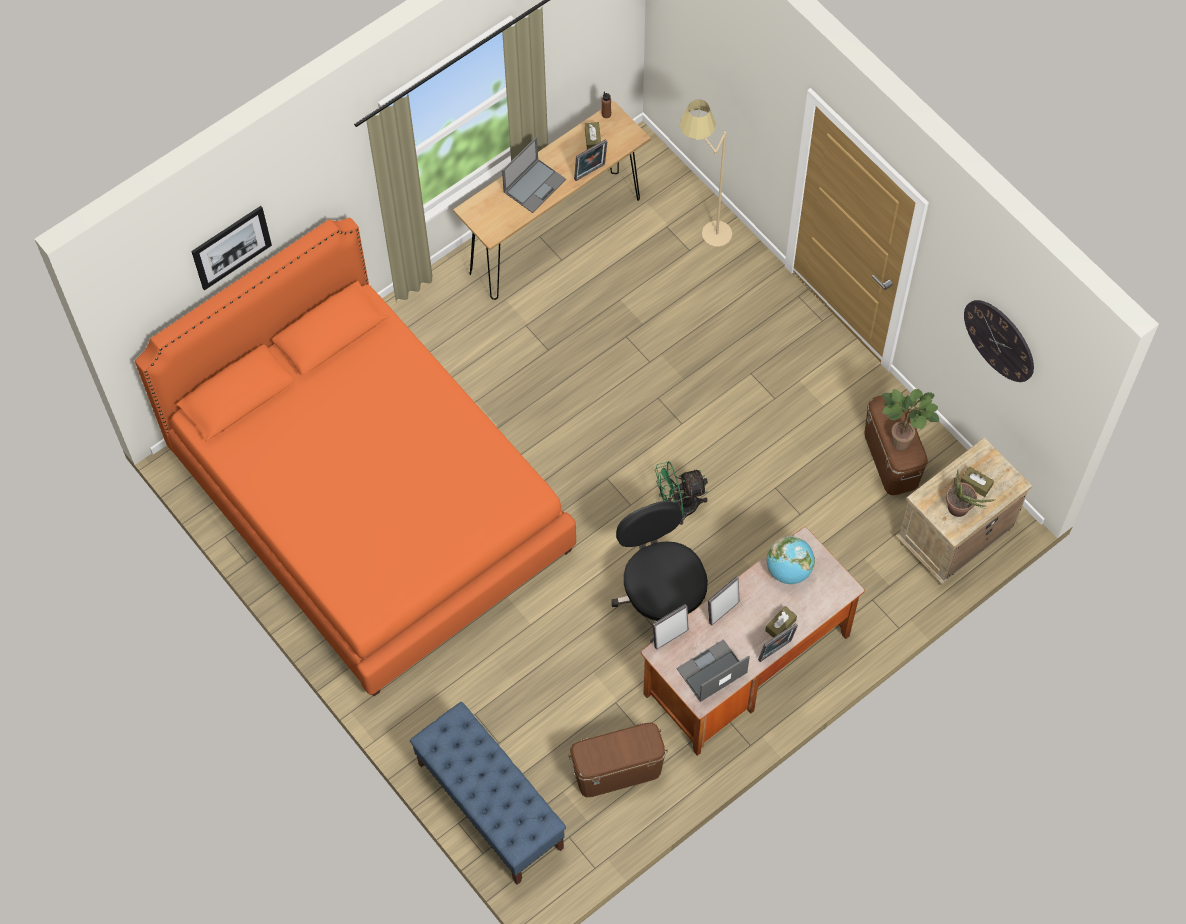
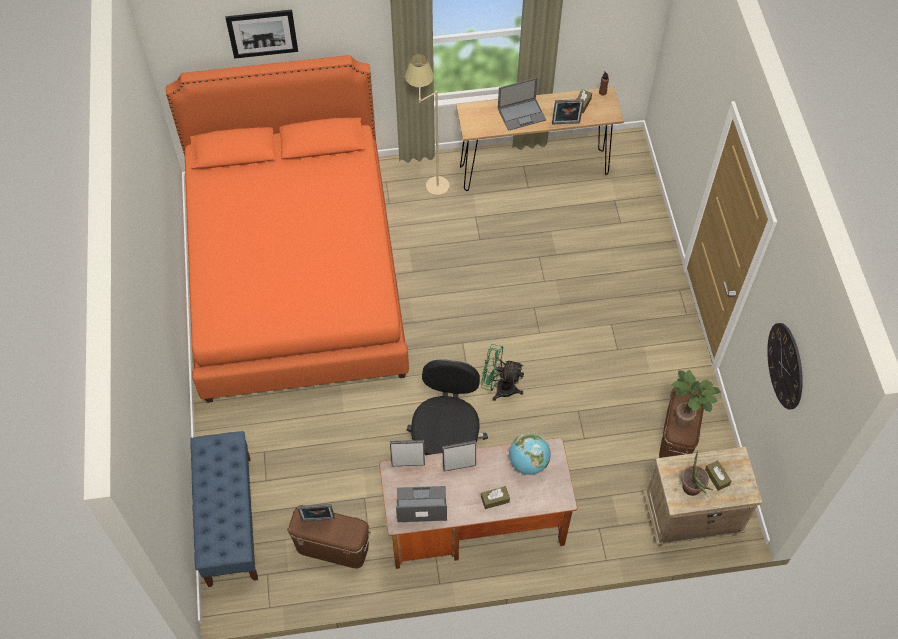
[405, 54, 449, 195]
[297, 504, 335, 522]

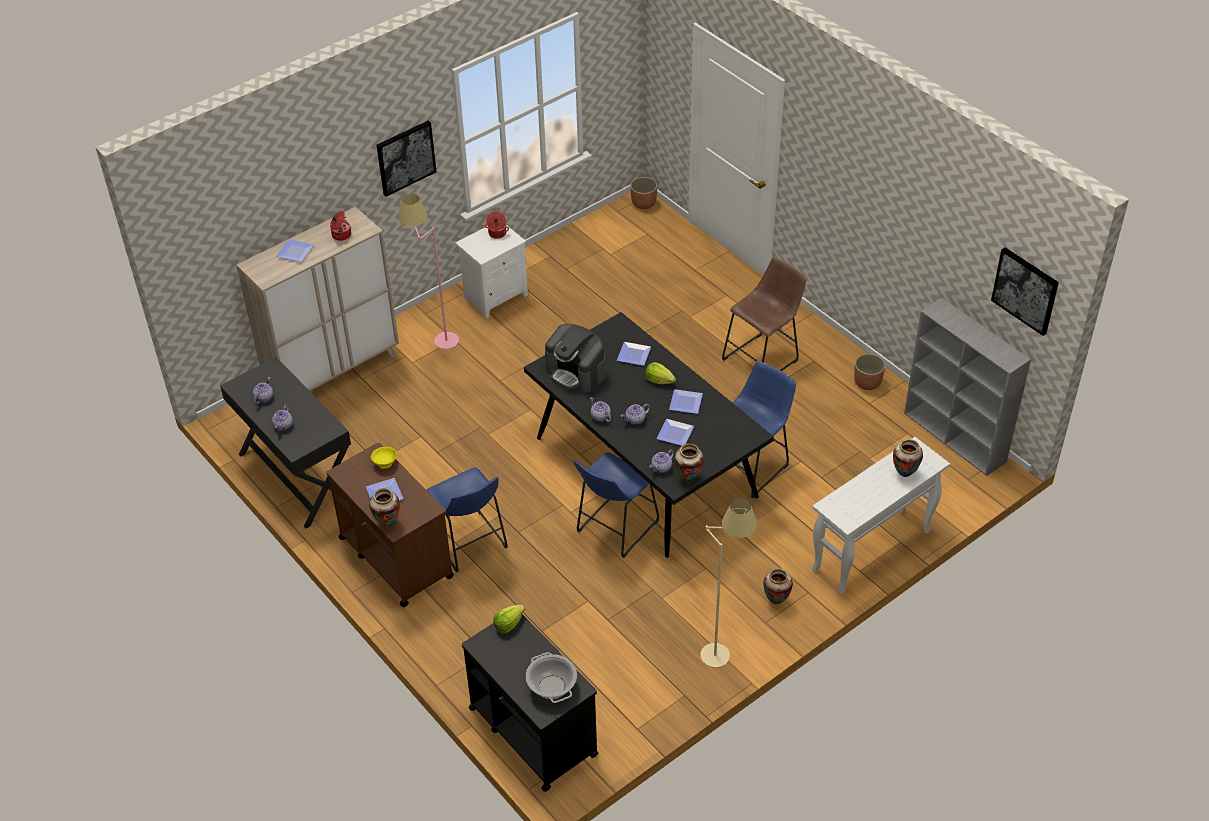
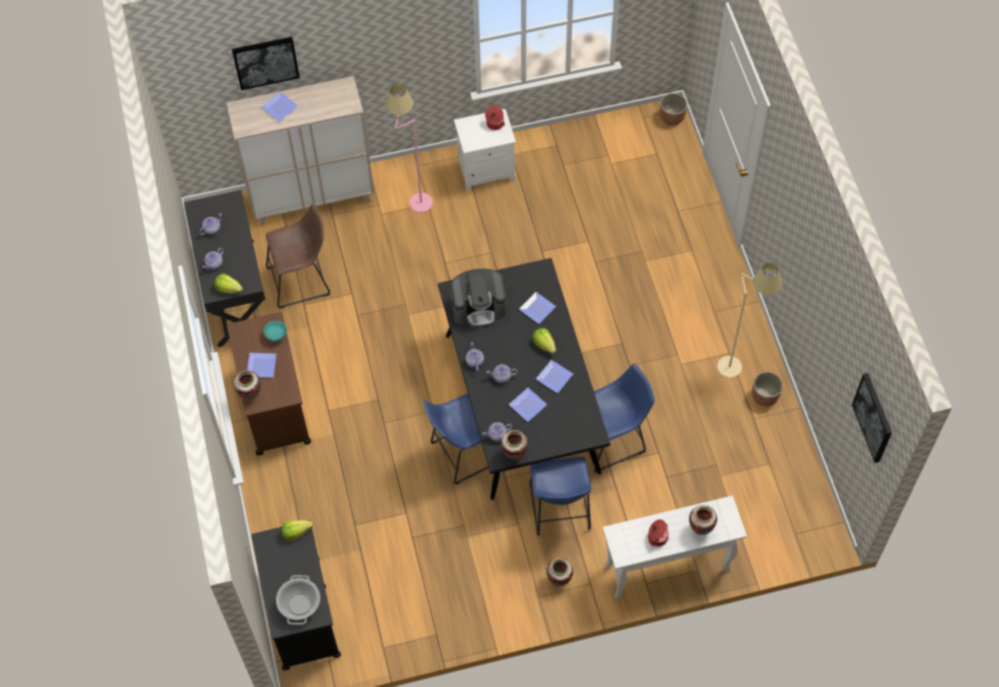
[648, 519, 669, 546]
[264, 321, 287, 341]
[232, 37, 300, 90]
[530, 457, 591, 536]
[450, 269, 507, 327]
[717, 263, 782, 378]
[266, 204, 330, 309]
[904, 298, 1031, 476] (first image)
[214, 273, 243, 293]

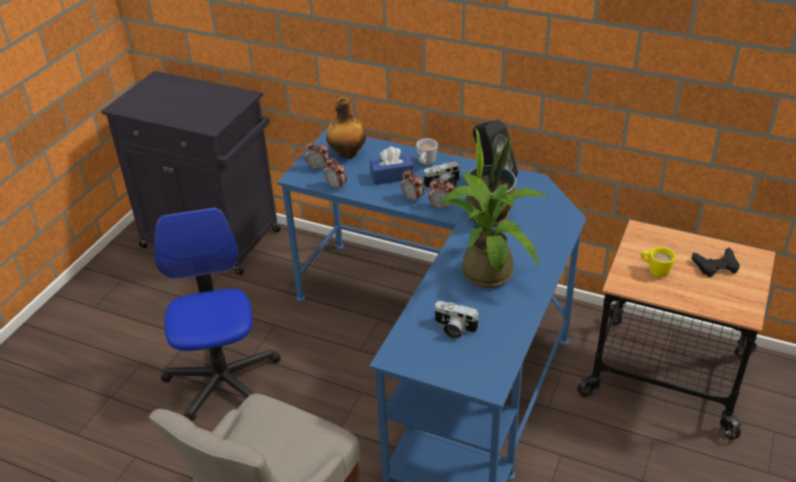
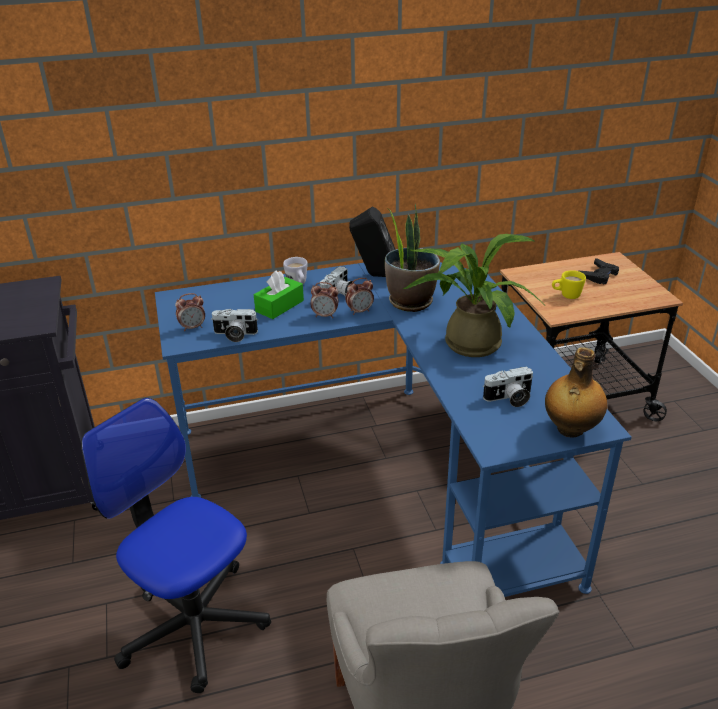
[211, 309, 258, 342]
[545, 347, 607, 438]
[254, 270, 304, 319]

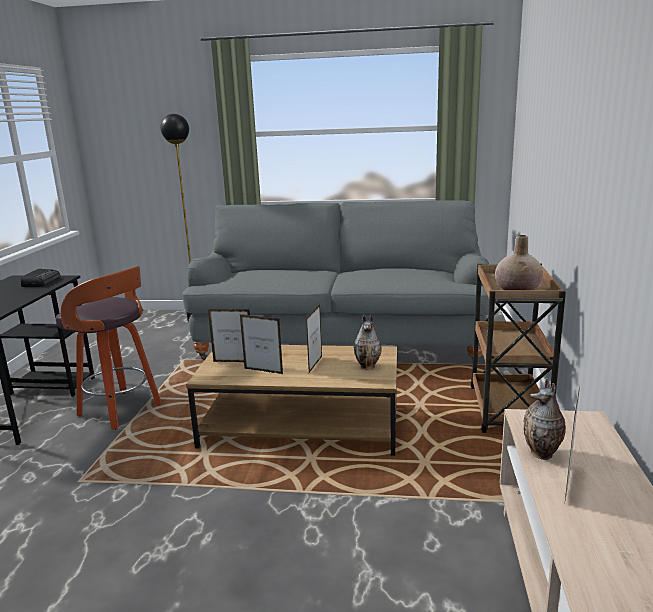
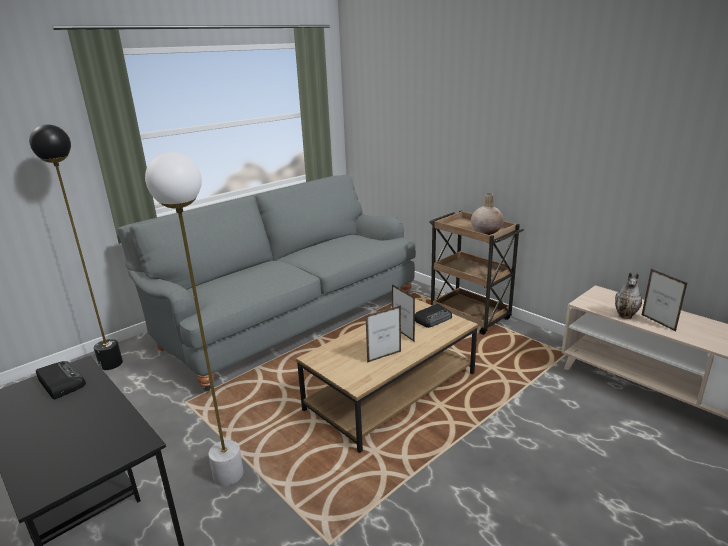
[145, 152, 244, 486]
[208, 309, 250, 362] (first image)
[415, 304, 452, 328]

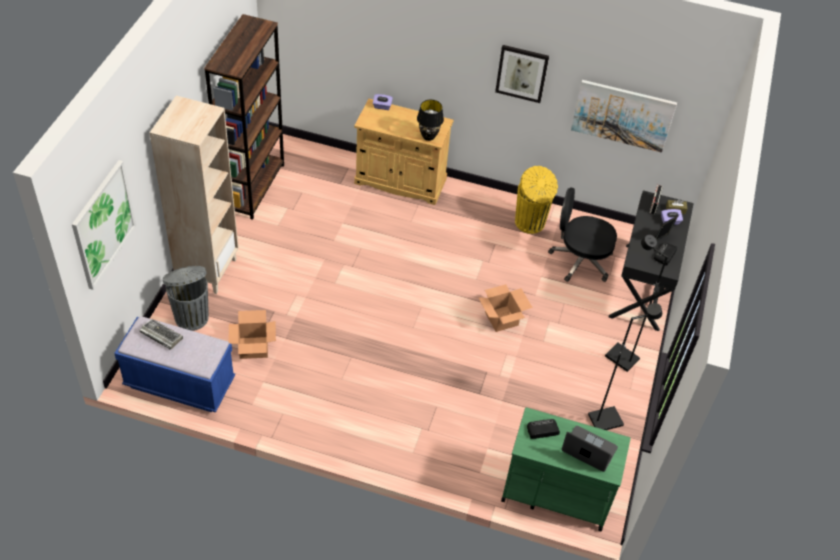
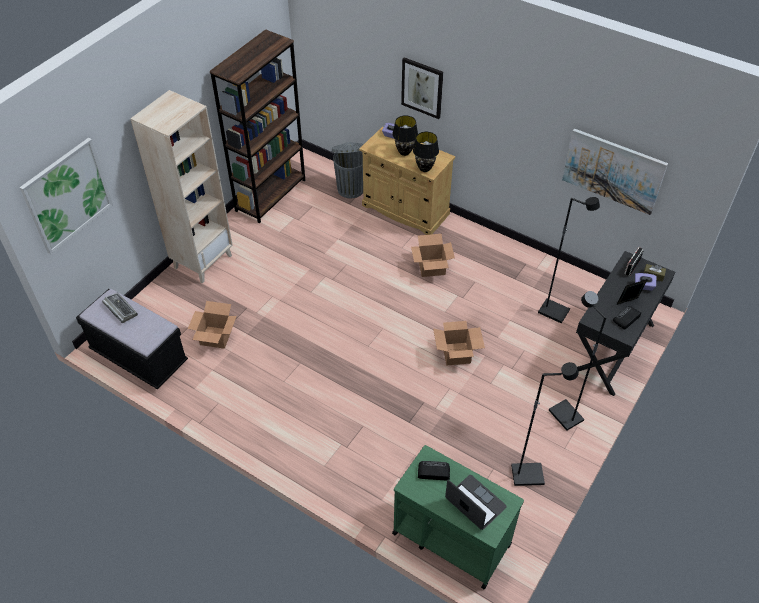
[76, 289, 188, 389]
[332, 142, 364, 198]
[401, 57, 443, 119]
[515, 166, 558, 234] (first image)
[538, 197, 600, 323]
[392, 115, 418, 156]
[411, 234, 455, 277]

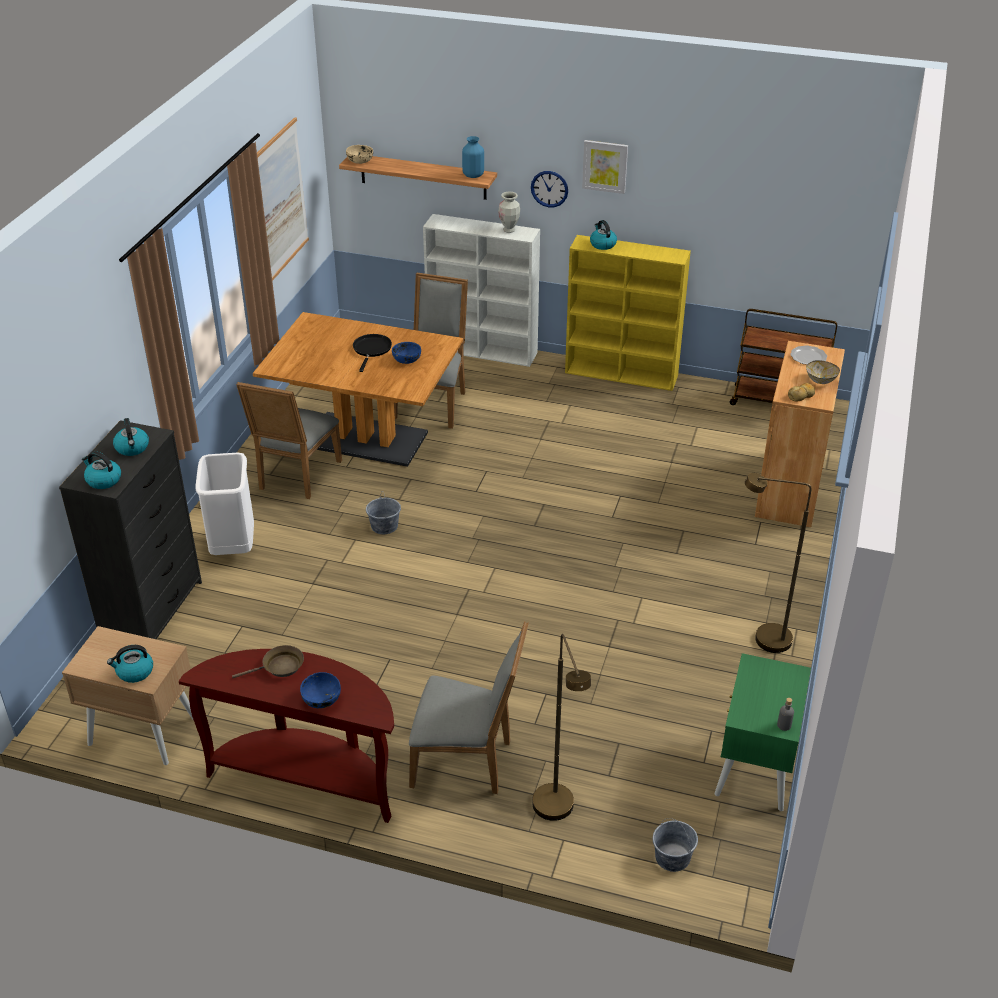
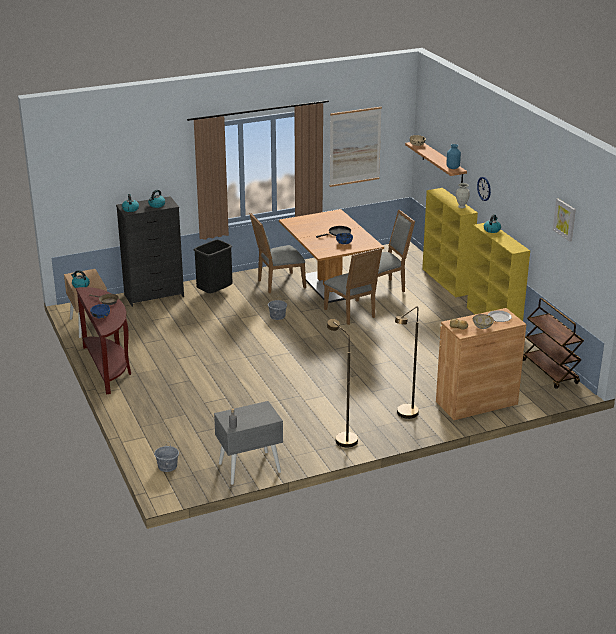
[194, 240, 233, 294]
[324, 248, 382, 325]
[422, 188, 478, 297]
[395, 306, 419, 419]
[553, 199, 576, 242]
[214, 401, 283, 485]

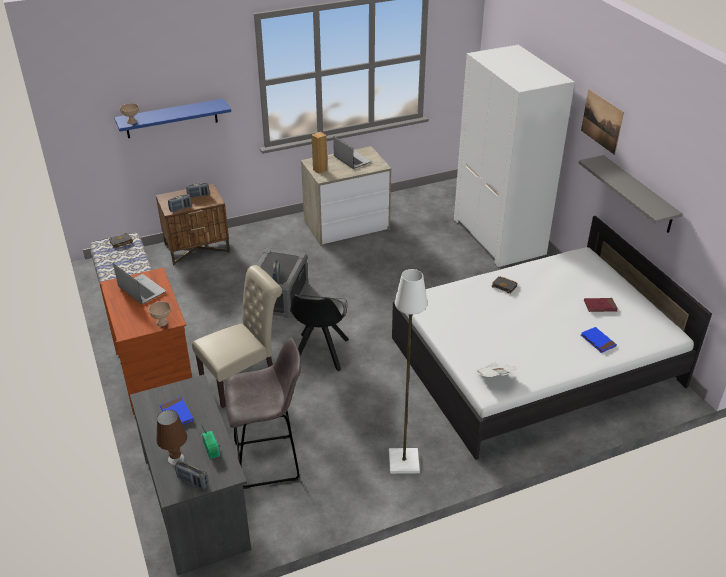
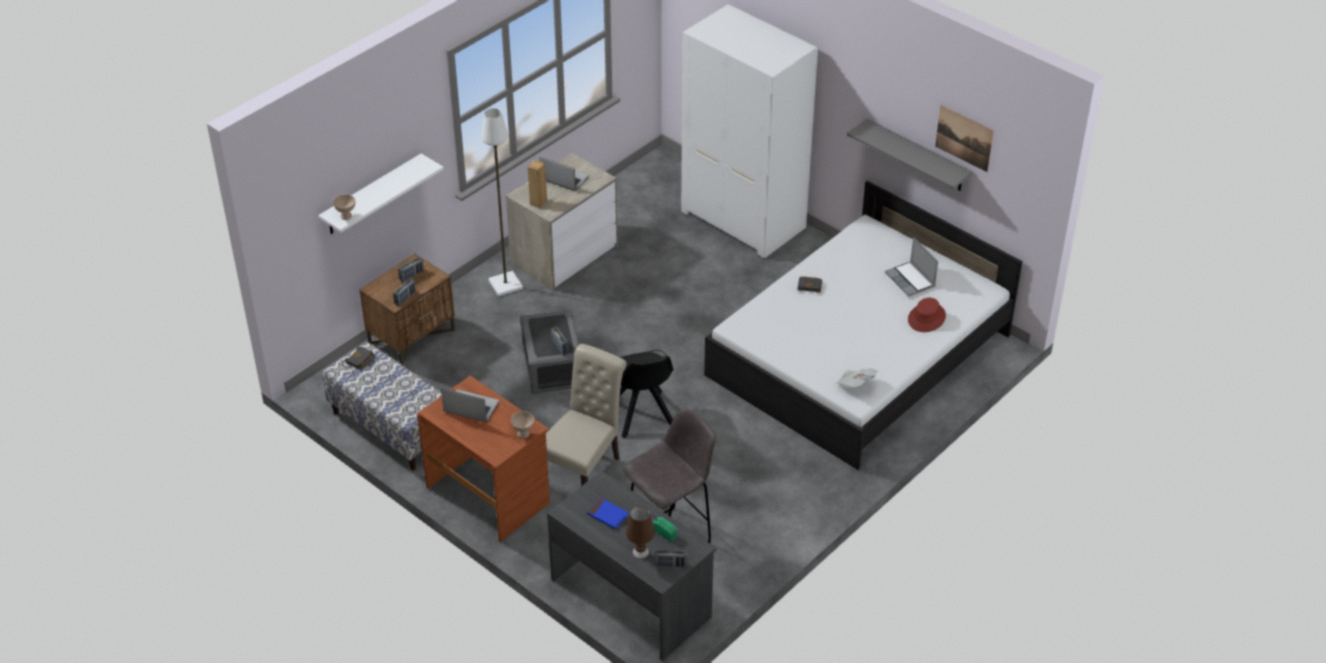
[318, 154, 444, 234]
[481, 108, 523, 296]
[935, 105, 994, 172]
[908, 298, 946, 332]
[885, 237, 938, 297]

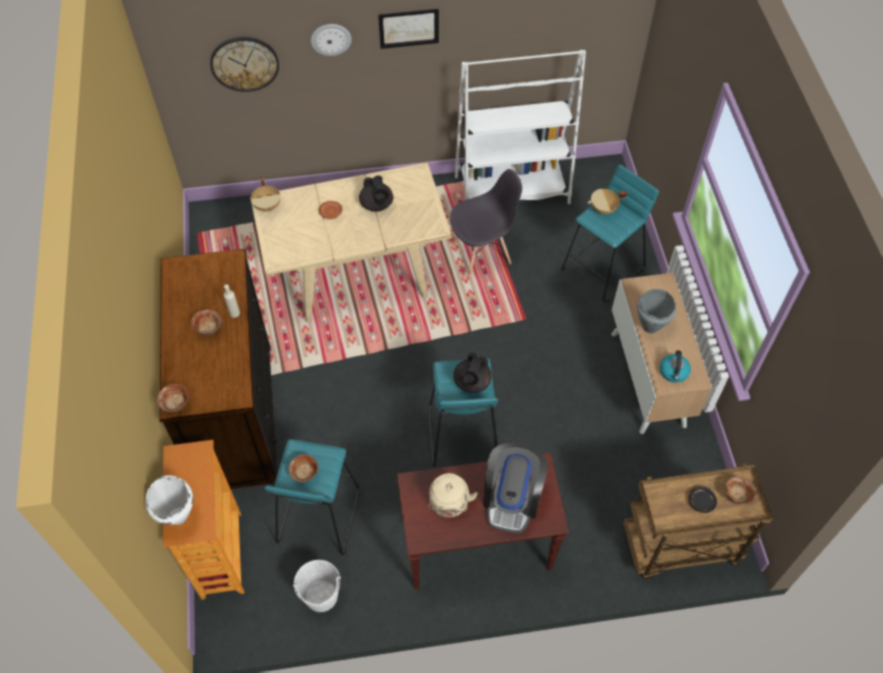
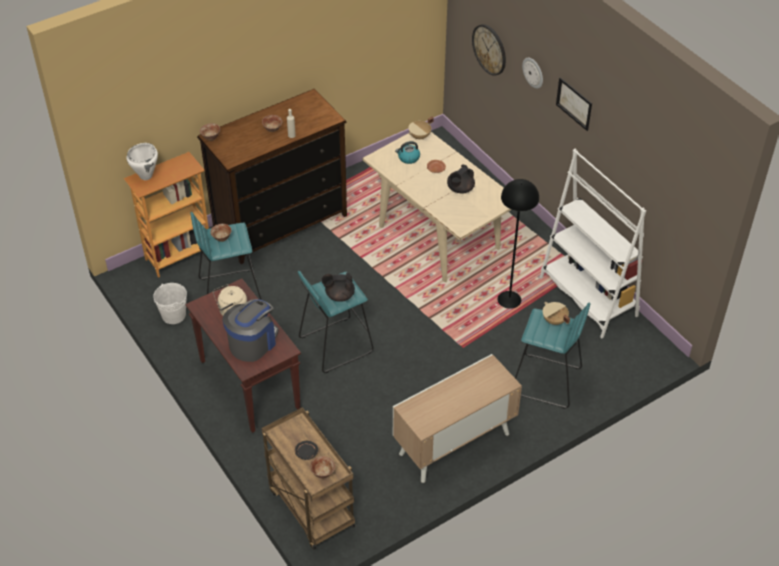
[498, 179, 539, 309]
[223, 299, 279, 362]
[637, 289, 676, 333] (first image)
[395, 141, 420, 164]

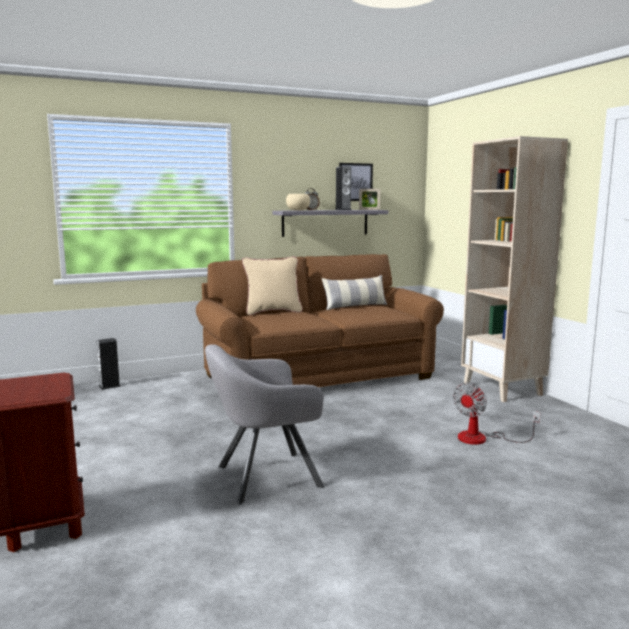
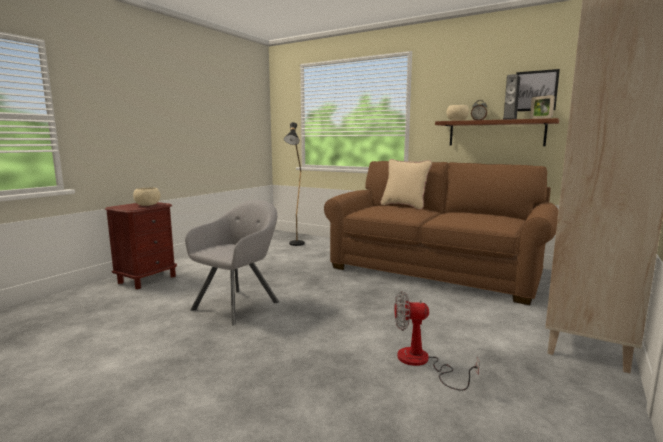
[97, 338, 121, 390] (first image)
[185, 200, 279, 325]
[435, 118, 559, 146]
[322, 275, 387, 310] (first image)
[133, 187, 160, 206]
[284, 122, 305, 246]

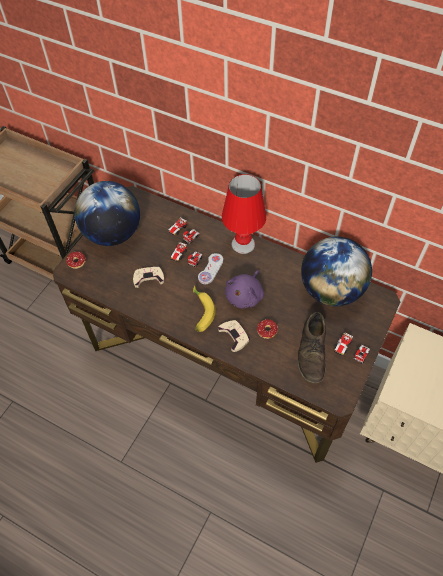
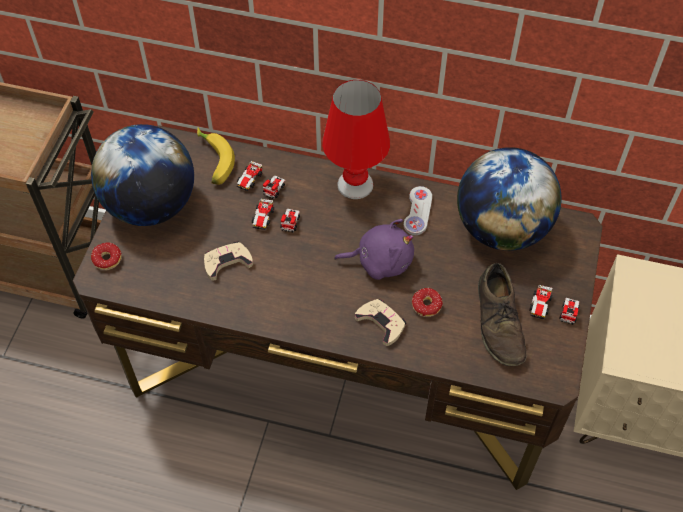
[197, 127, 235, 185]
[404, 186, 432, 235]
[334, 219, 414, 280]

